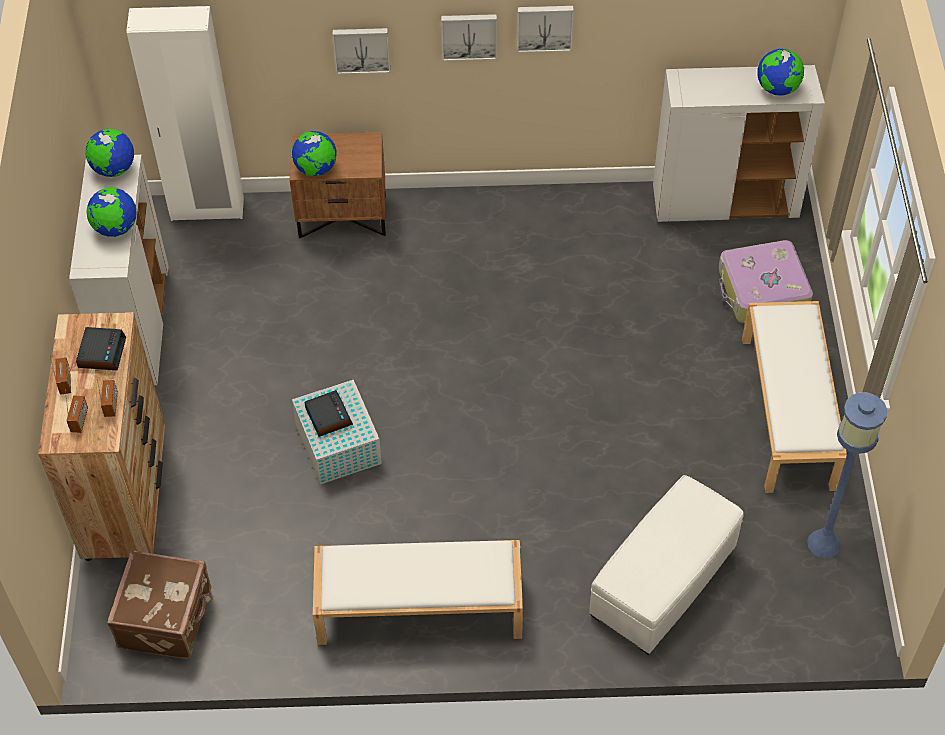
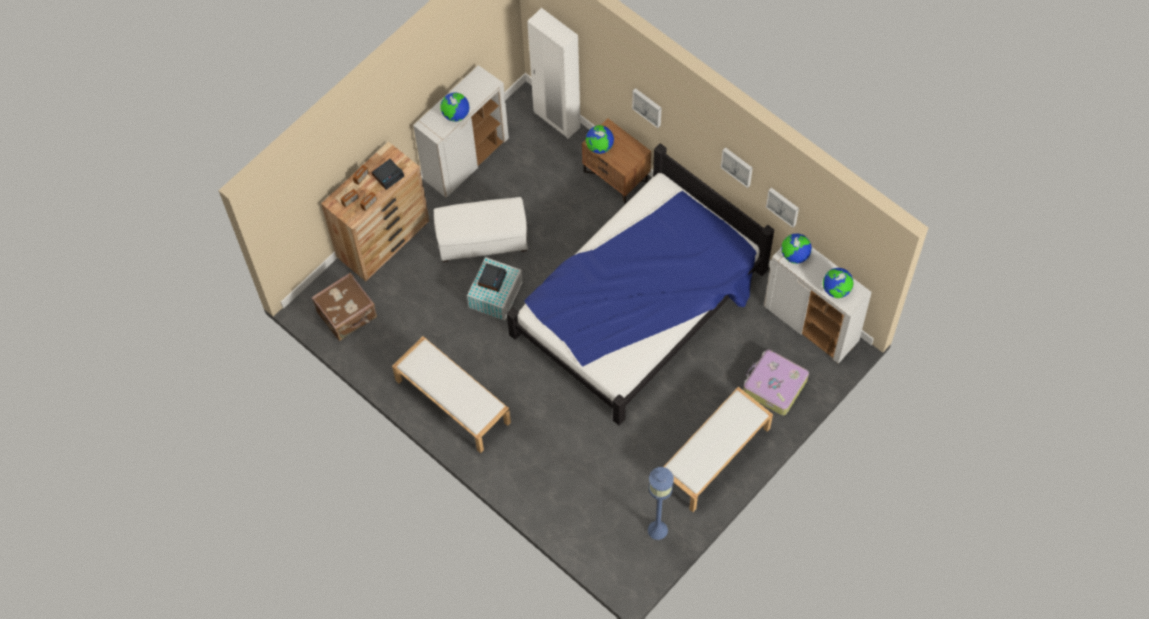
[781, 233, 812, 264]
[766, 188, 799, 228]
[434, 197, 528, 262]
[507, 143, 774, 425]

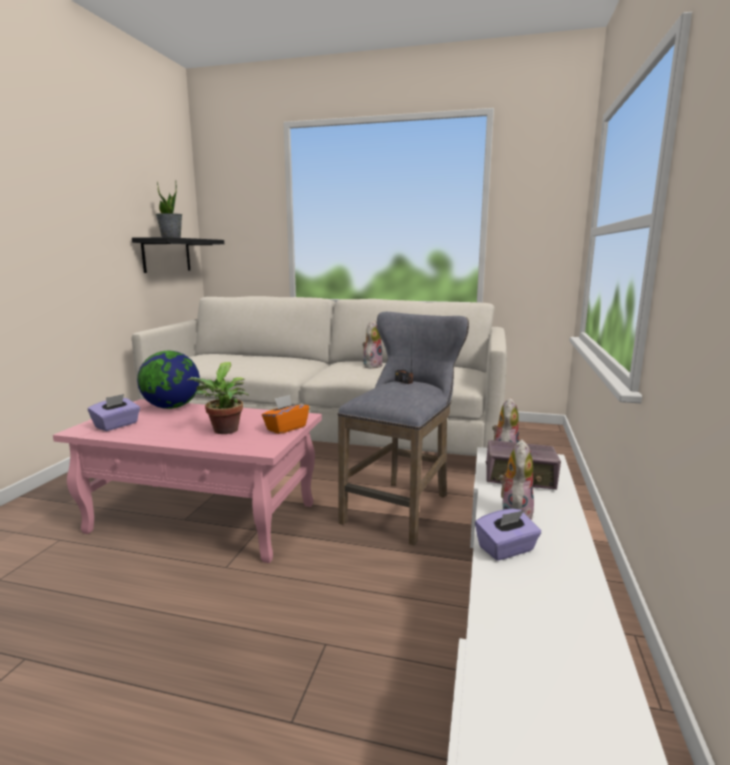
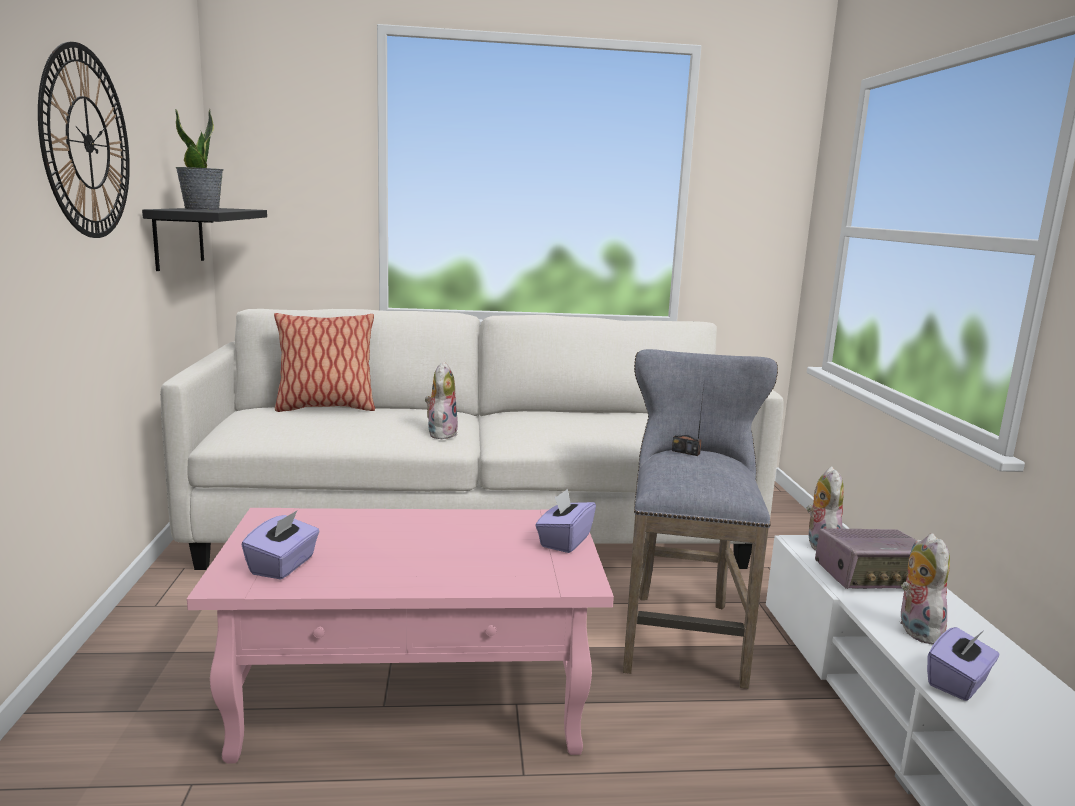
[137, 351, 200, 409] (first image)
[187, 362, 249, 434] (first image)
[535, 489, 596, 553]
[425, 362, 458, 439]
[38, 42, 130, 238]
[274, 313, 375, 412]

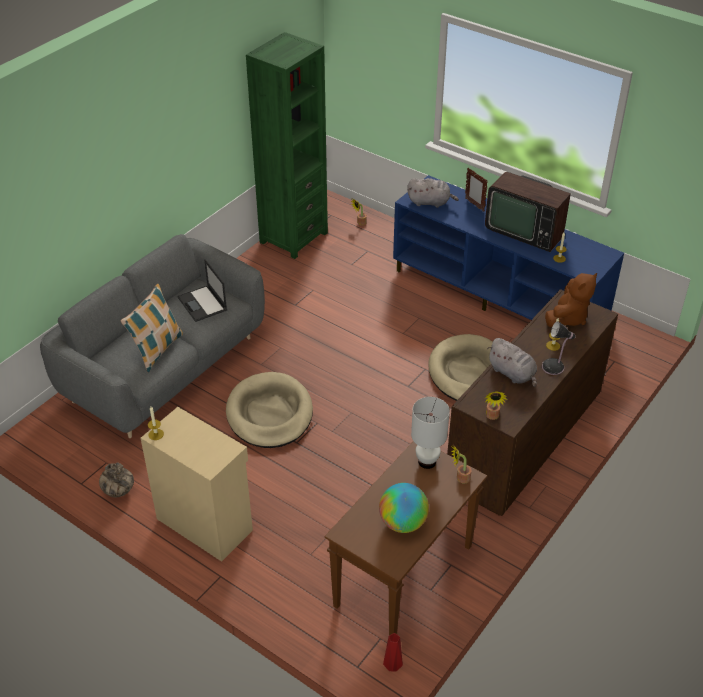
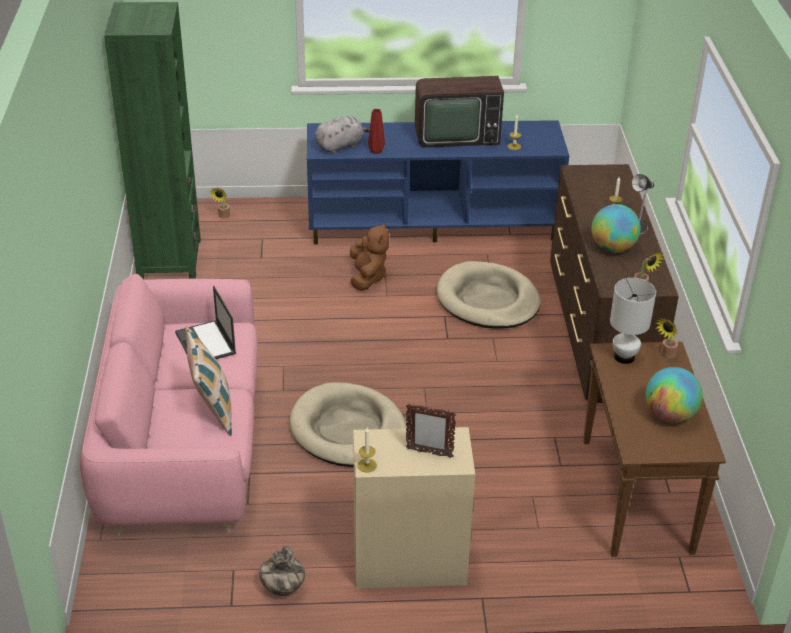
[80, 274, 258, 536]
[175, 286, 236, 359]
[368, 109, 385, 154]
[406, 404, 456, 458]
[592, 204, 641, 253]
[350, 223, 389, 291]

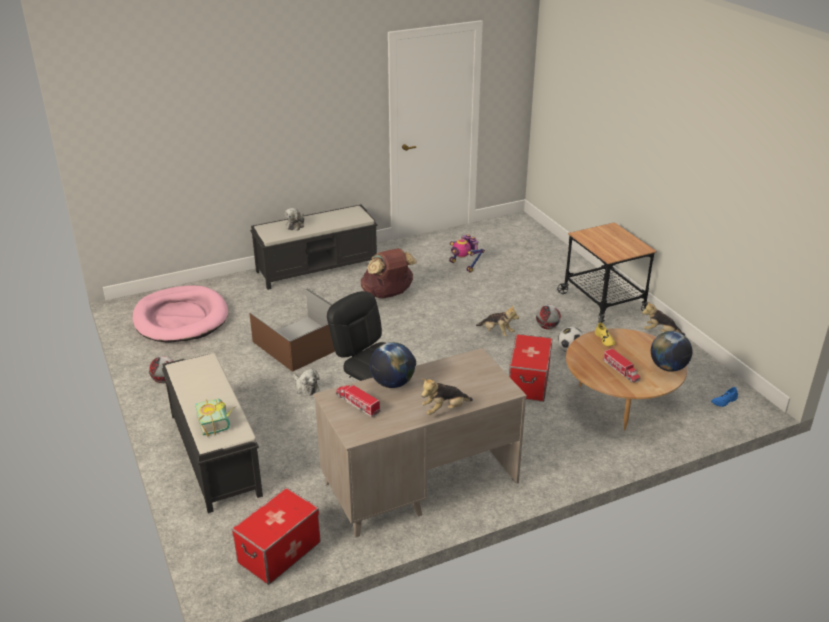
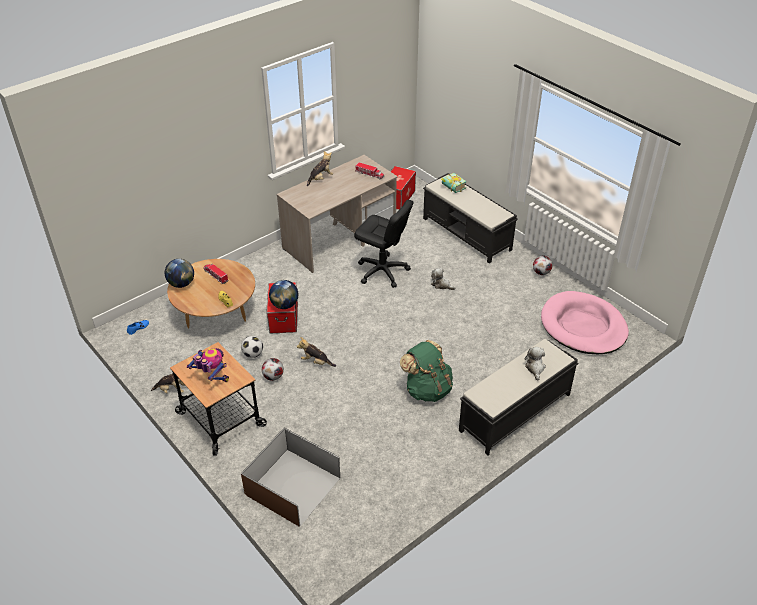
[241, 427, 341, 527]
[400, 340, 453, 402]
[269, 280, 298, 309]
[187, 348, 229, 382]

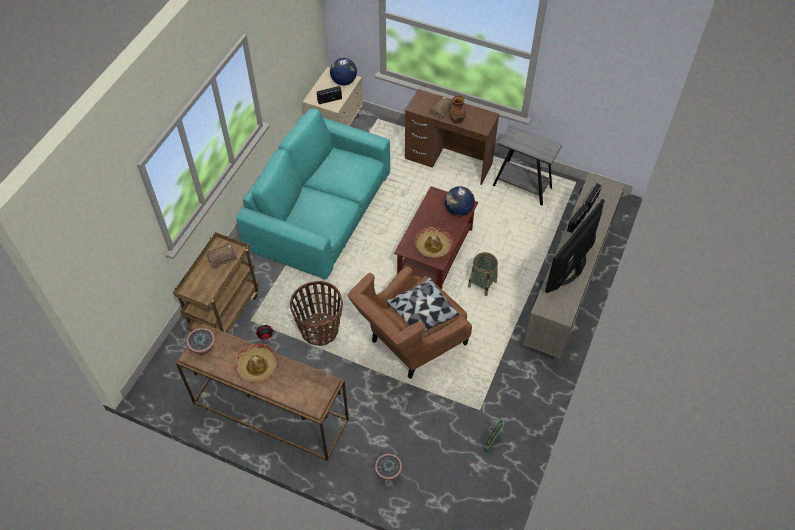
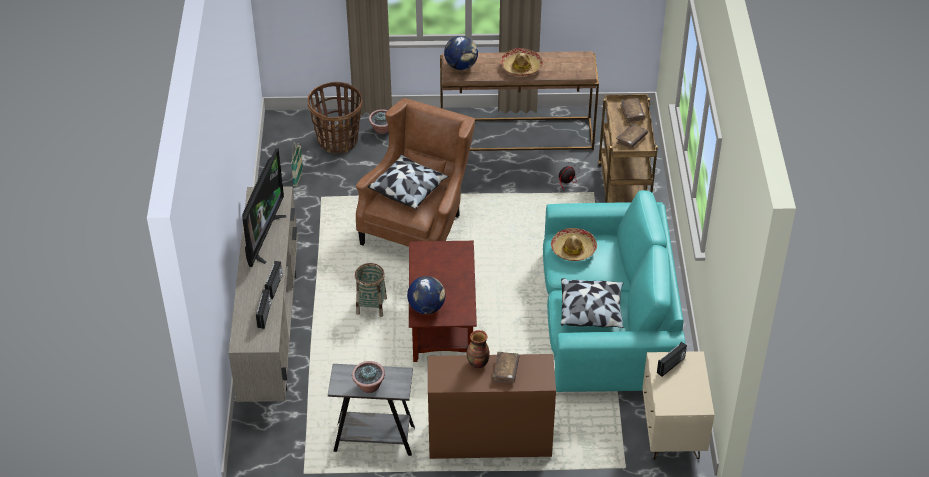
[352, 361, 385, 393]
[307, 82, 363, 154]
[444, 36, 478, 70]
[551, 228, 597, 261]
[561, 278, 624, 328]
[620, 98, 645, 123]

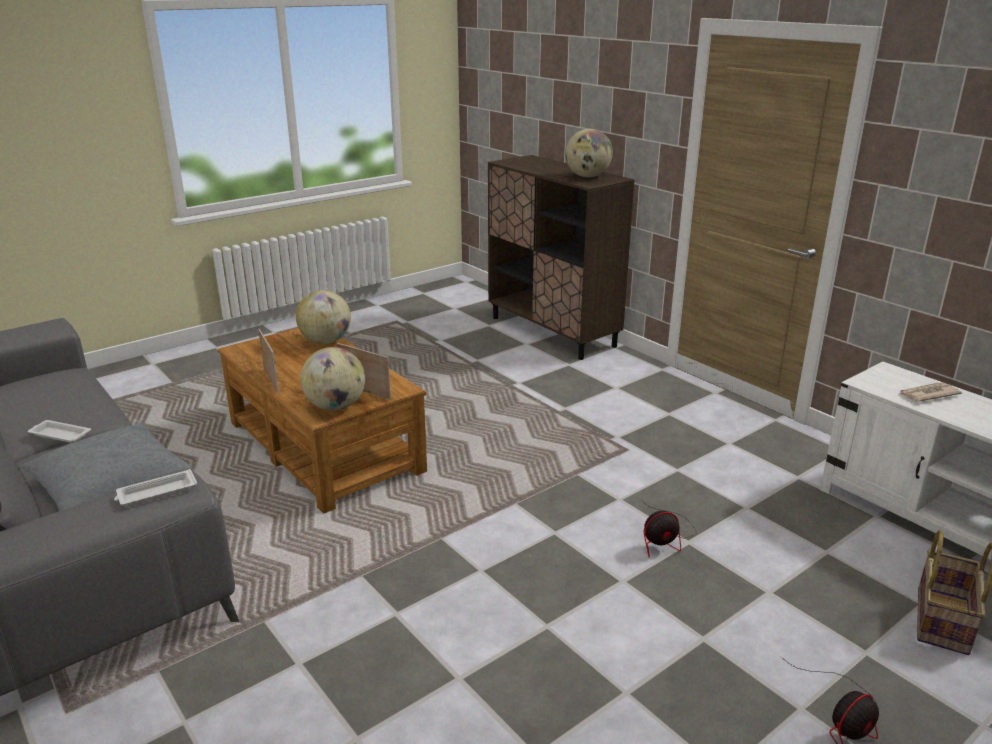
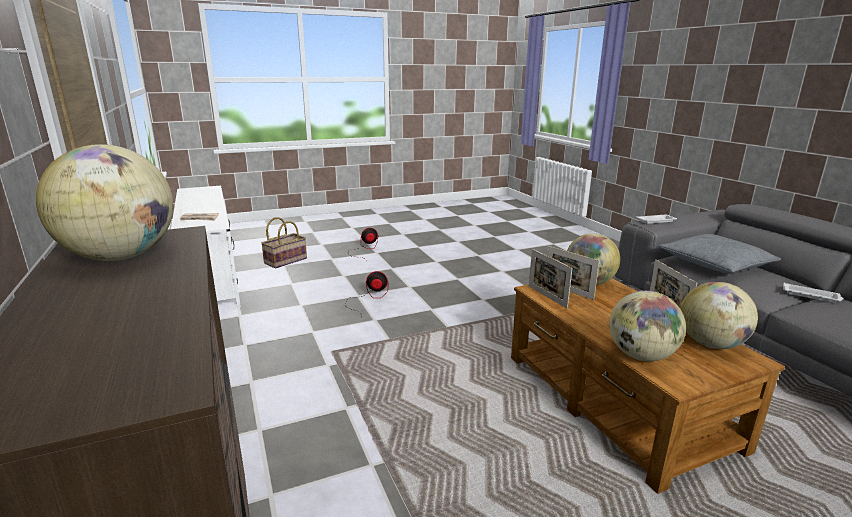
[529, 249, 572, 308]
[680, 282, 758, 349]

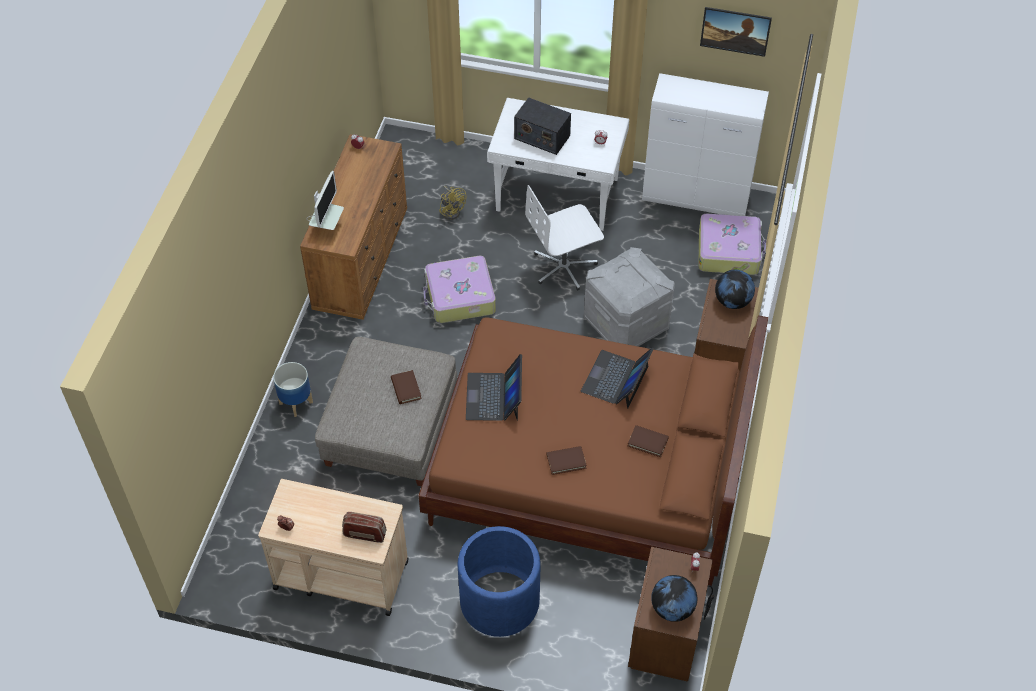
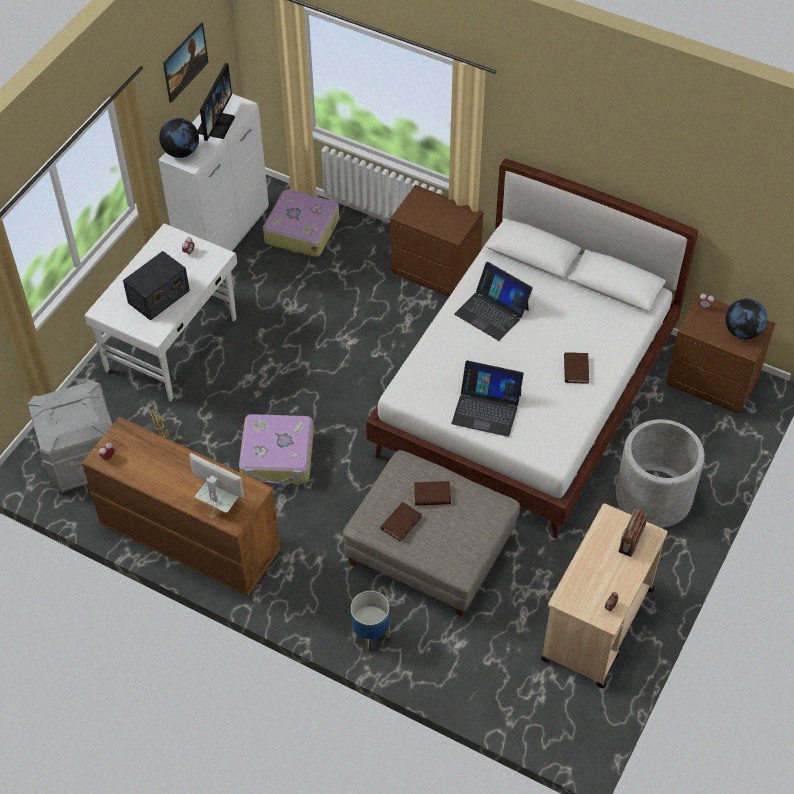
[366, 159, 698, 538]
[616, 419, 705, 528]
[525, 185, 604, 291] (first image)
[27, 380, 113, 492]
[380, 502, 422, 542]
[159, 118, 199, 158]
[197, 63, 235, 141]

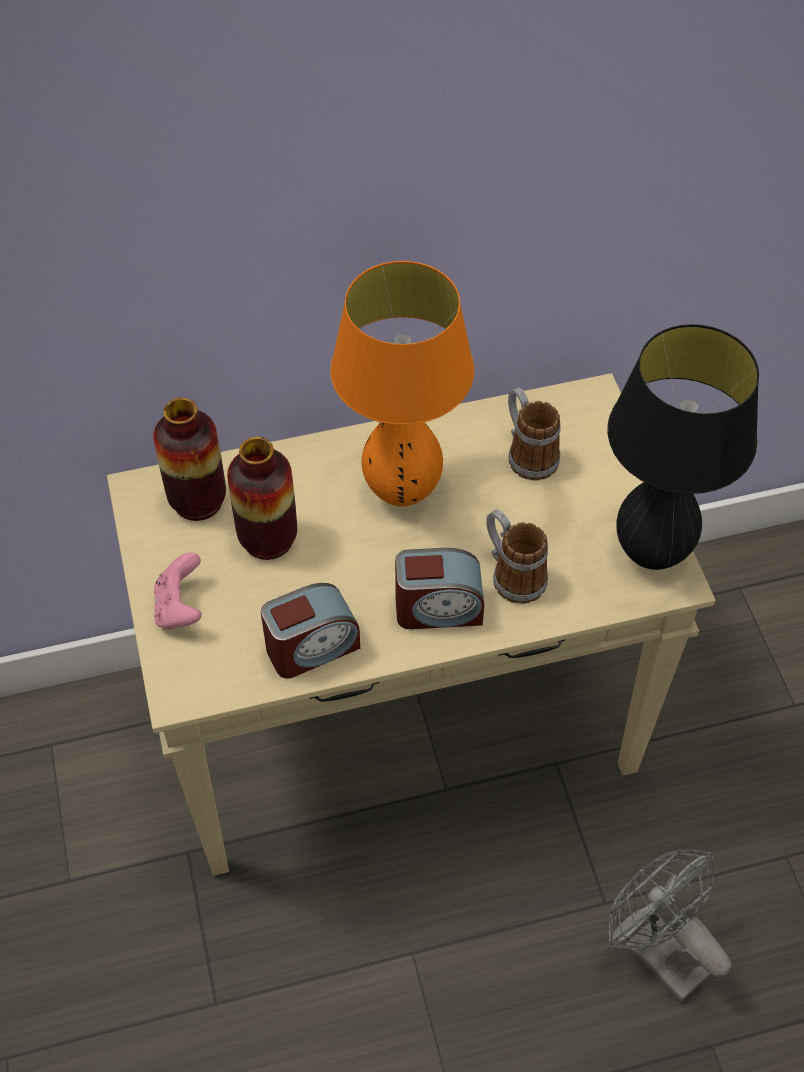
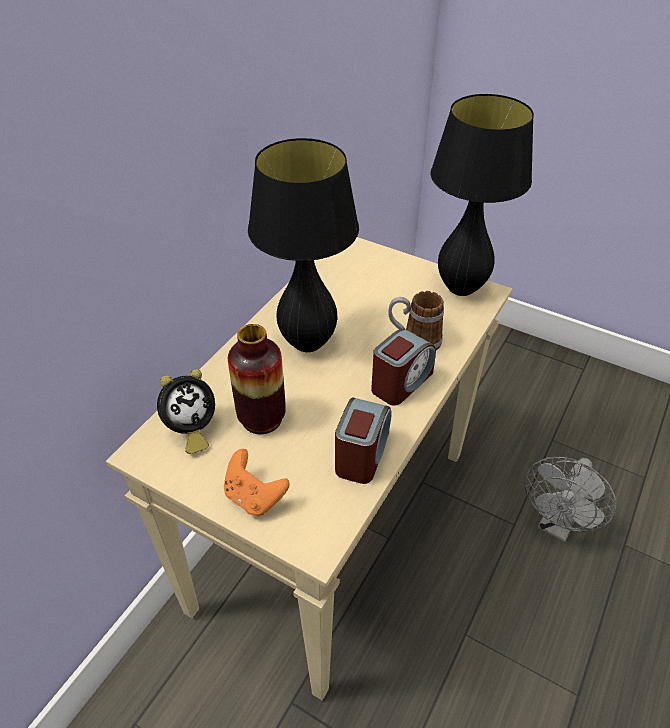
[157, 369, 215, 454]
[224, 449, 290, 516]
[248, 138, 359, 352]
[508, 388, 561, 480] (first image)
[525, 457, 617, 542]

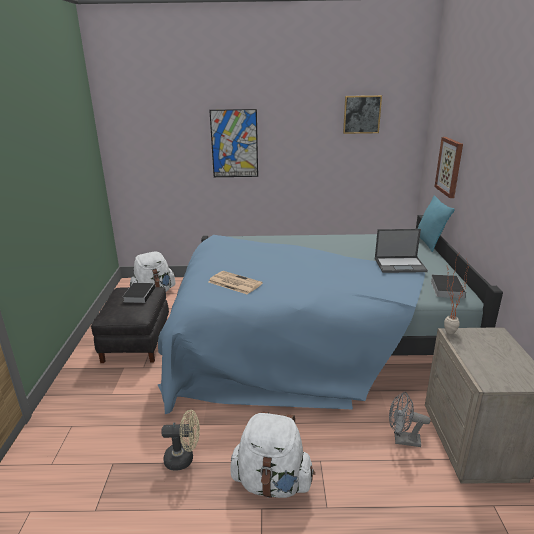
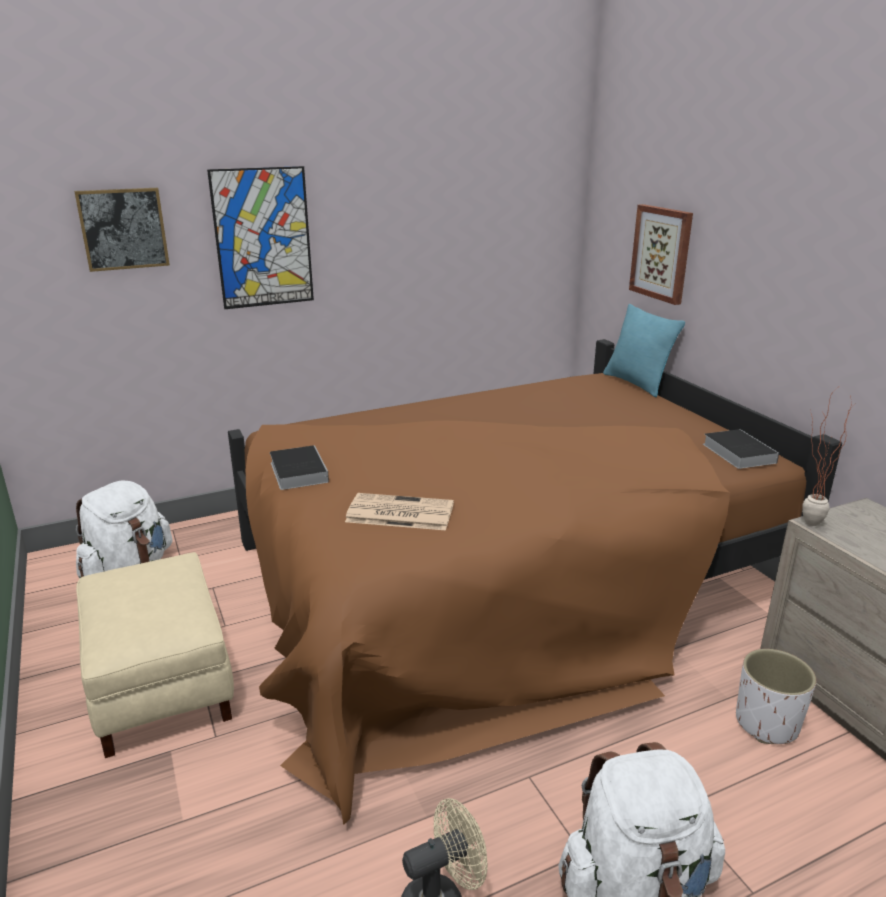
[76, 552, 234, 758]
[270, 445, 329, 490]
[228, 339, 842, 825]
[74, 188, 170, 272]
[375, 229, 428, 273] (first image)
[736, 649, 816, 744]

